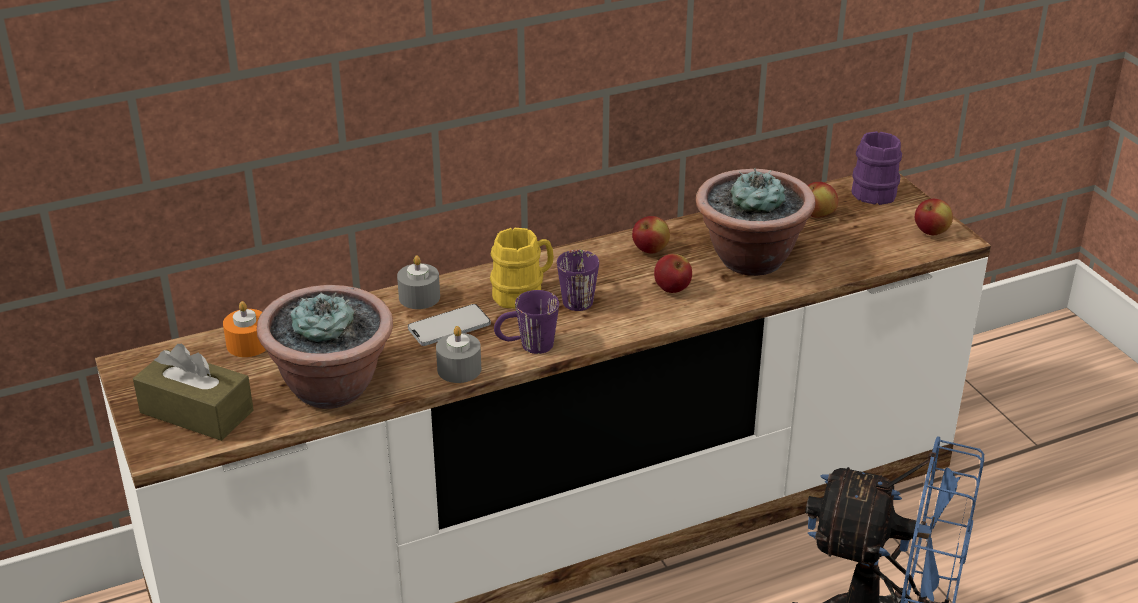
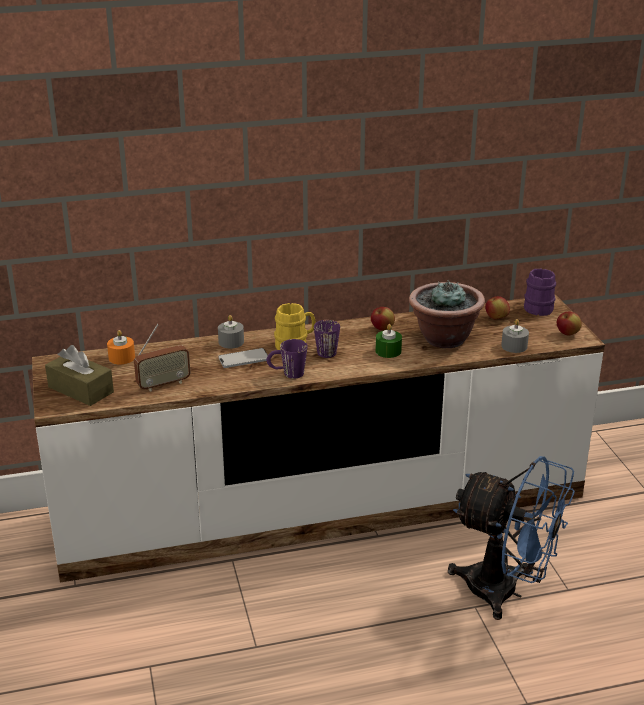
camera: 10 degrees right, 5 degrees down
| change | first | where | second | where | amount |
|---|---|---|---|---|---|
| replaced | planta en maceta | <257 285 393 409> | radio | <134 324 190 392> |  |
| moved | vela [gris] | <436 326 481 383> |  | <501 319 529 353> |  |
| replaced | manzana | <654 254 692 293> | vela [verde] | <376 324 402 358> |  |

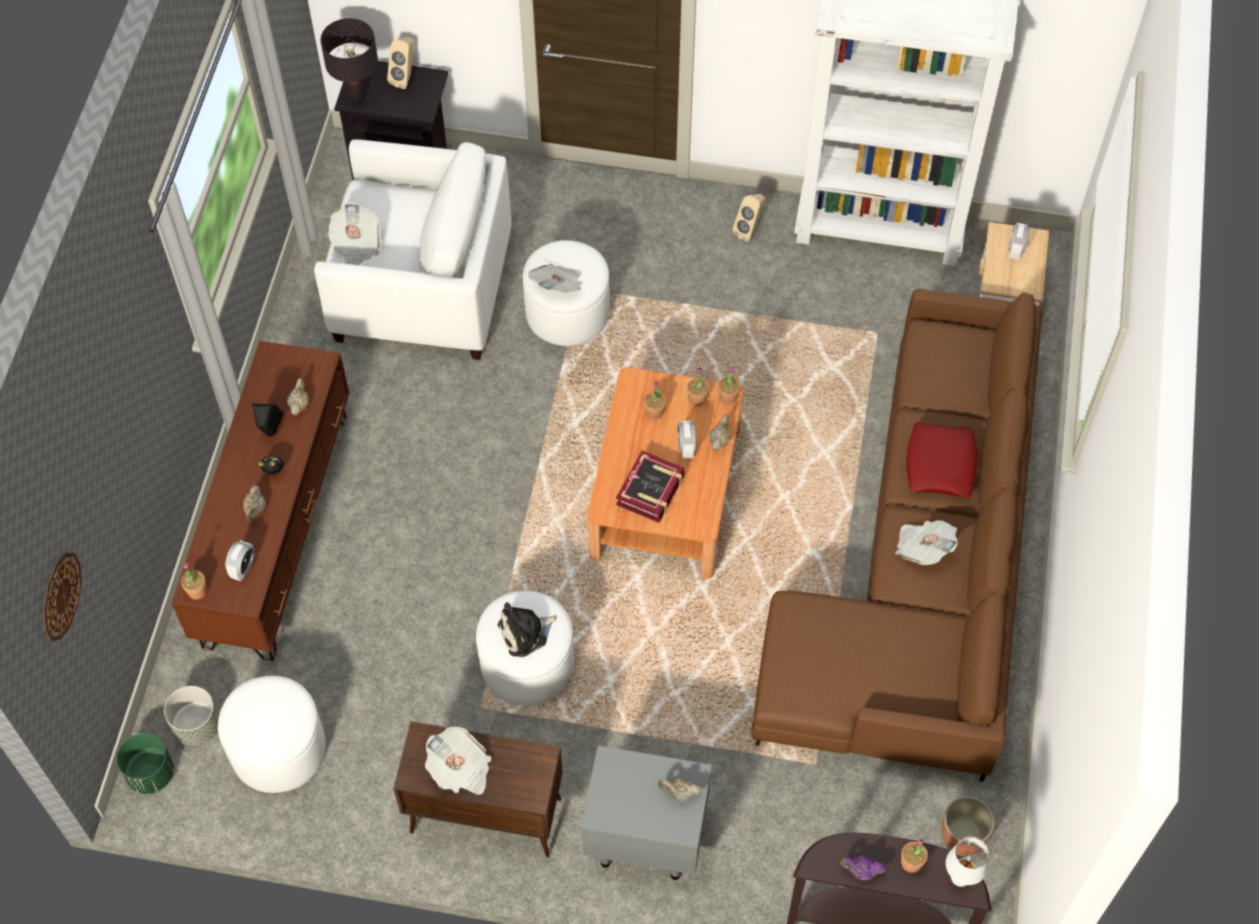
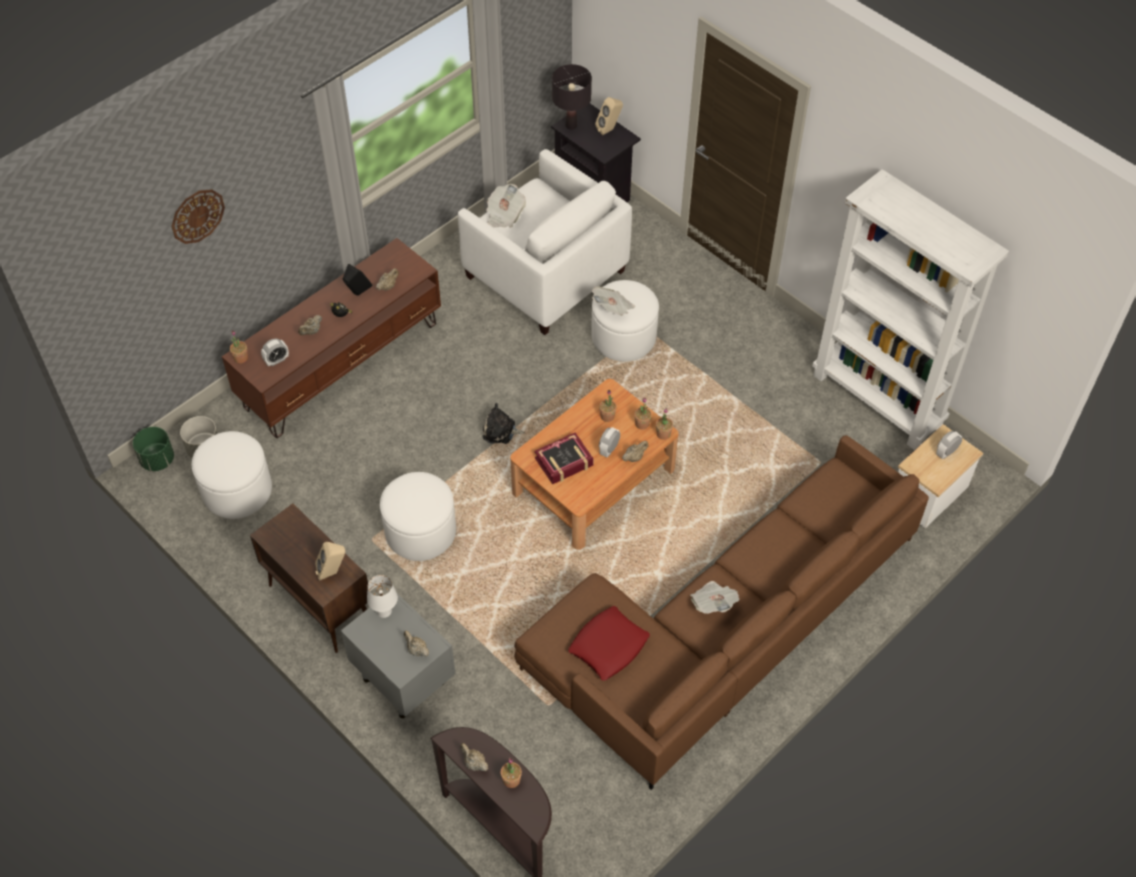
camera: 35 degrees right, 5 degrees down
| change | first | where | second | where | amount |
|---|---|---|---|---|---|
| moved | reloj de pared | <43 553 81 641> |  | <171 189 225 244> |  |
| removed | periódico | <425 727 492 795> |  |  |  |
| moved | peluche | <498 602 557 657> |  | <482 403 525 444> |  |
| moved | altavoz [beis] | <732 194 765 242> |  | <315 542 346 581> |  |
| recoloured | tetera [morado] | <839 855 886 881> | tetera [beis] | <460 743 488 772> |  |
| moved | cojín [rojo] | <906 422 978 499> |  | <568 606 650 681> |  |
| removed | maceta | <942 796 995 854> |  |  |  |
| moved | lámpara de mesa [blanco] | <946 837 989 887> |  | <367 575 398 618> |  |

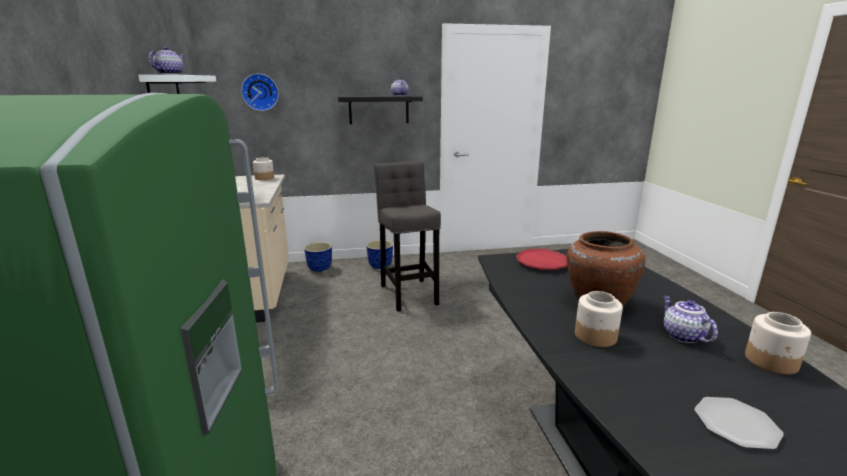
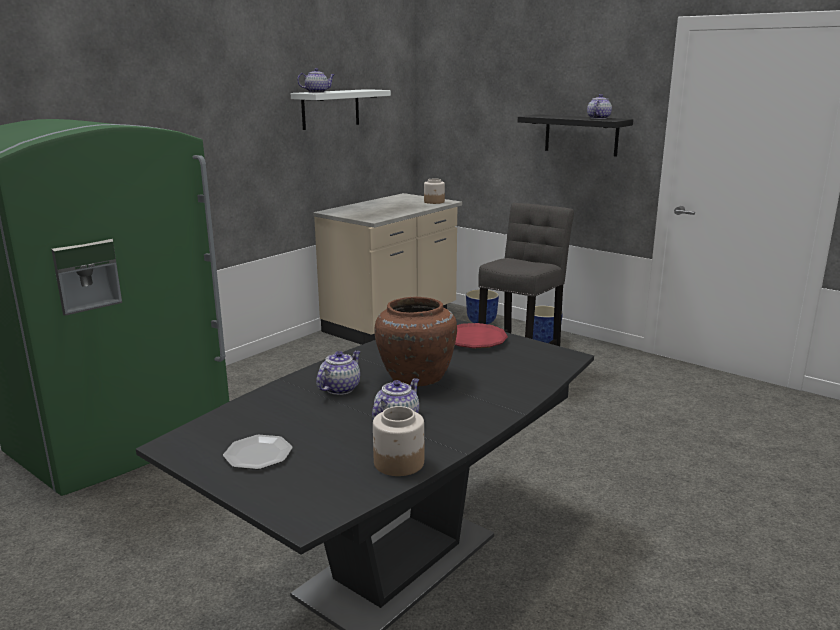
camera: 50 degrees right, 0 degrees up
| change | first | where | second | where | amount |
|---|---|---|---|---|---|
| removed | reloj de pared | <241 73 279 111> |  |  |  |
| replaced | tarro | <575 291 623 347> | tetera | <316 350 361 395> |  |

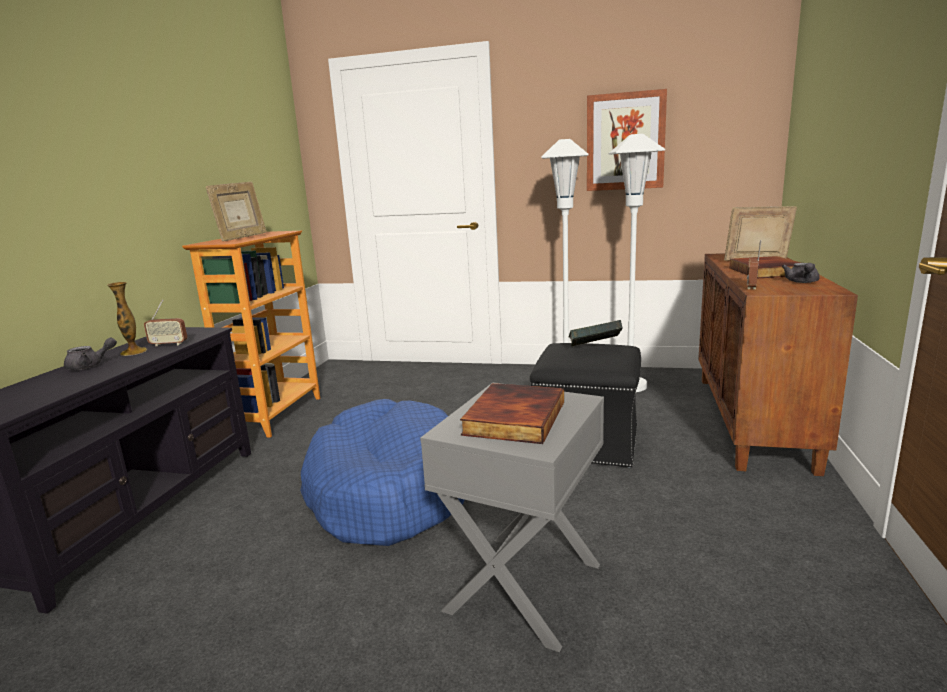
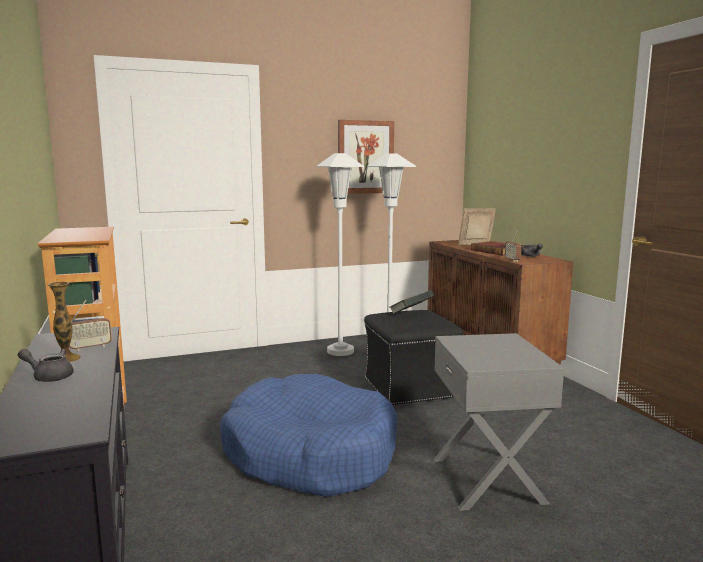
camera: 35 degrees left, 5 degrees down
| change | first | where | second | where | amount |
|---|---|---|---|---|---|
| turned | tetera [gris] | <64 338 117 370> |  | <18 349 73 382> | 105 degrees counterclockwise |
| removed | portarretratos | <206 182 267 241> |  |  |  |
| removed | libro | <460 383 564 444> |  |  |  |

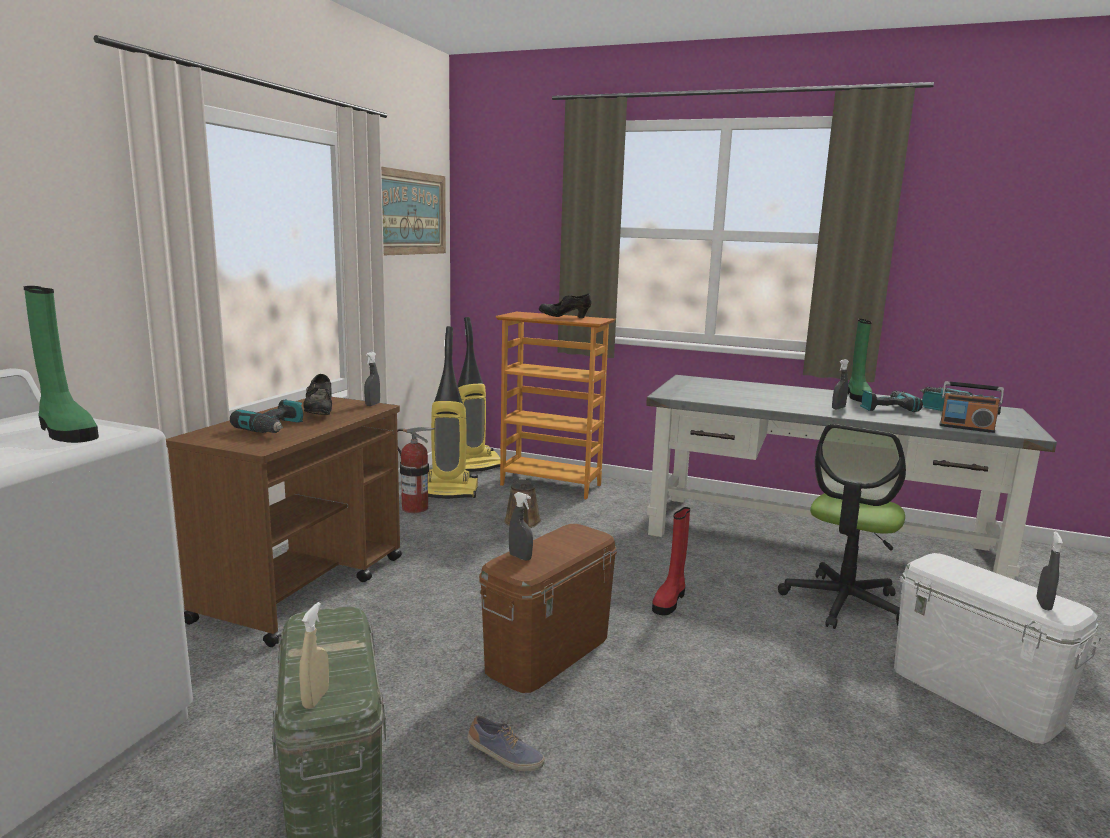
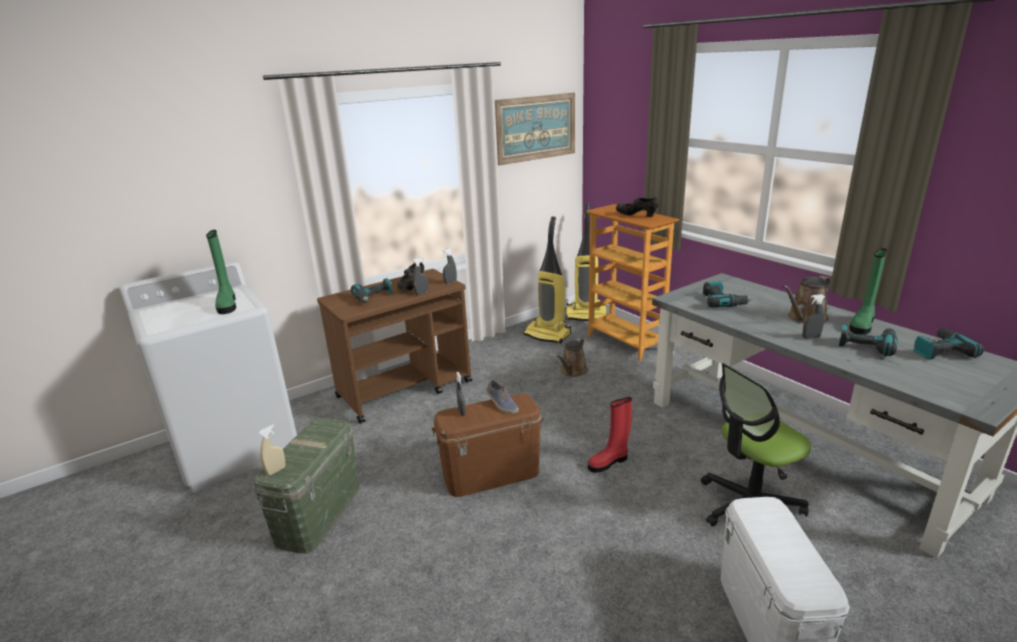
camera: 35 degrees right, 10 degrees up
| change | first | where | second | where | amount |
|---|---|---|---|---|---|
| removed | extintor | <397 427 435 513> |  |  |  |
| moved | zapato | <467 716 545 772> |  | <486 380 519 414> |  |
| removed | radio | <940 381 1004 433> |  |  |  |
| moved | pulverizador [gris] | <1036 531 1063 610> |  | <413 257 429 295> |  |
| added |  |  | taladro | <703 281 752 308> |  |
| added |  |  | regadera [marrón] | <782 276 831 323> |  |

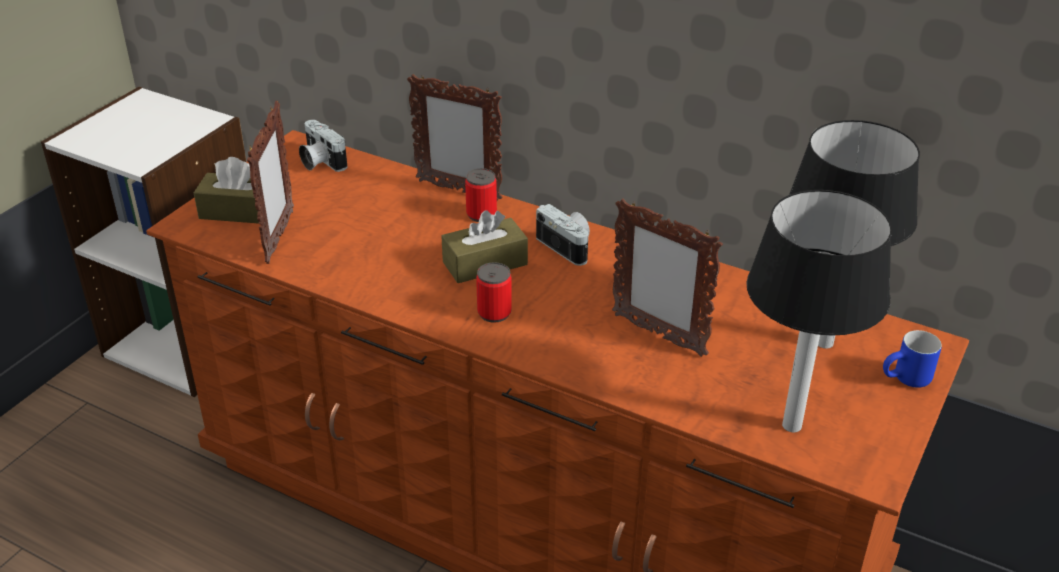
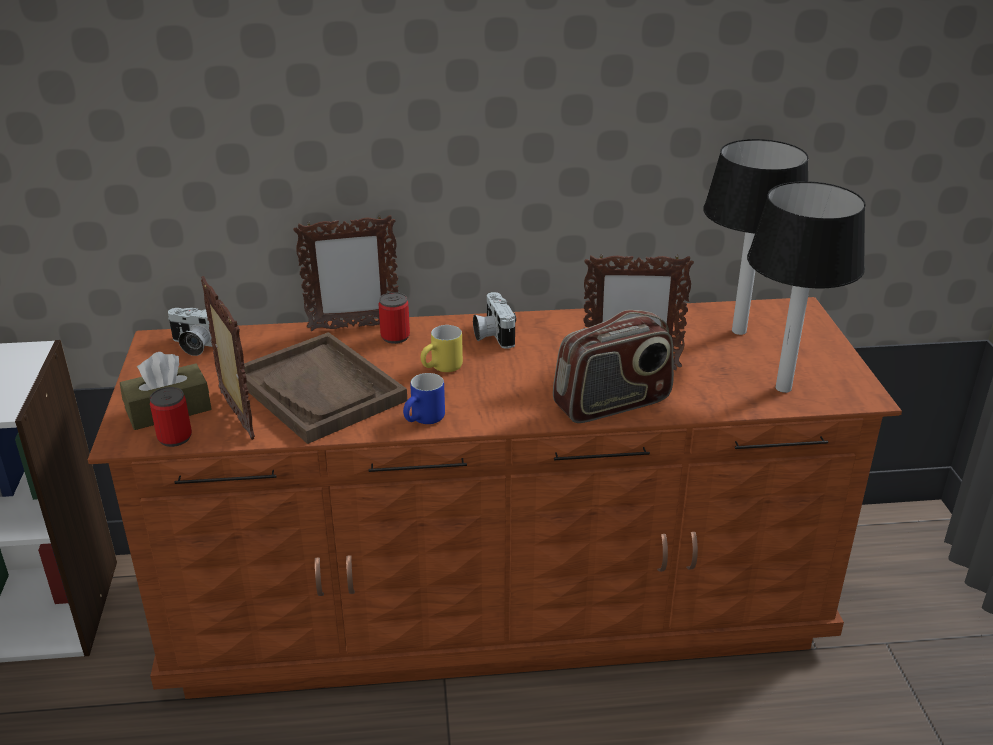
camera: 35 degrees left, 5 degrees down
| change | first | where | second | where | amount |
|---|---|---|---|---|---|
| replaced | caja de pañuelos [marrón] | <441 210 528 283> | taza grande [amarillo] | <421 325 463 372> |  |
| moved | lata | <476 262 512 323> |  | <150 387 192 447> |  |
| turned | cámara | <536 204 590 266> |  | <473 292 516 349> | 120 degrees counterclockwise |
| moved | taza grande [azul] | <883 330 942 388> |  | <403 373 445 424> |  |
| added |  |  | bandeja [marrón] | <244 332 407 444> |  |
| added |  |  | radio | <553 310 674 423> |  |

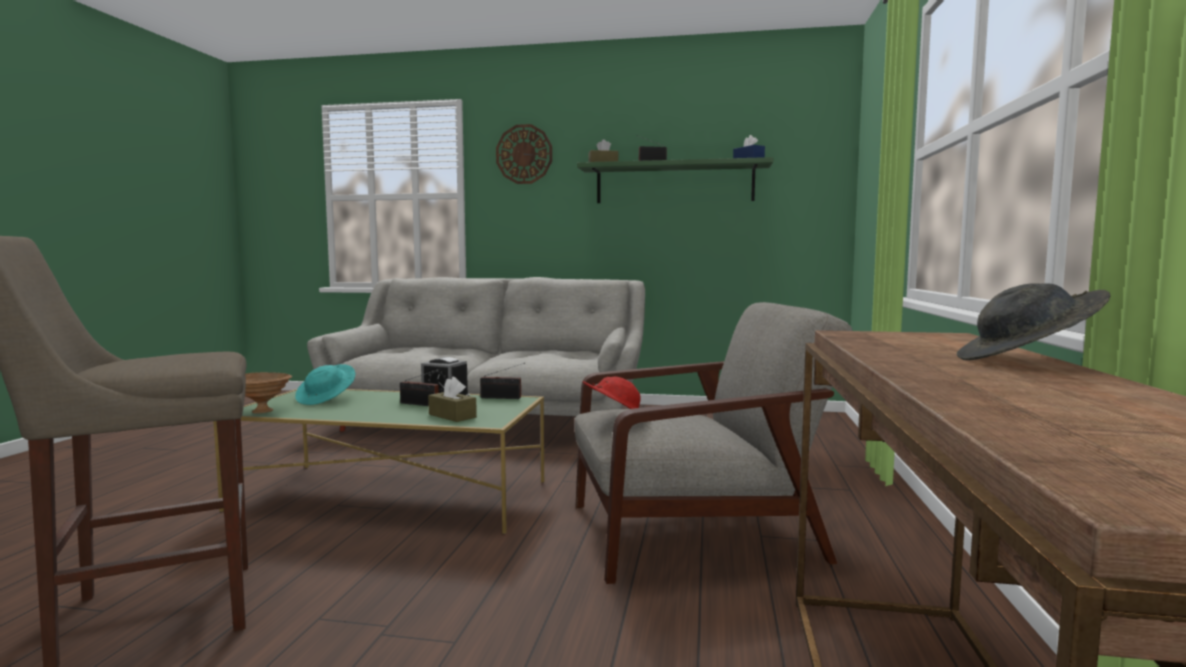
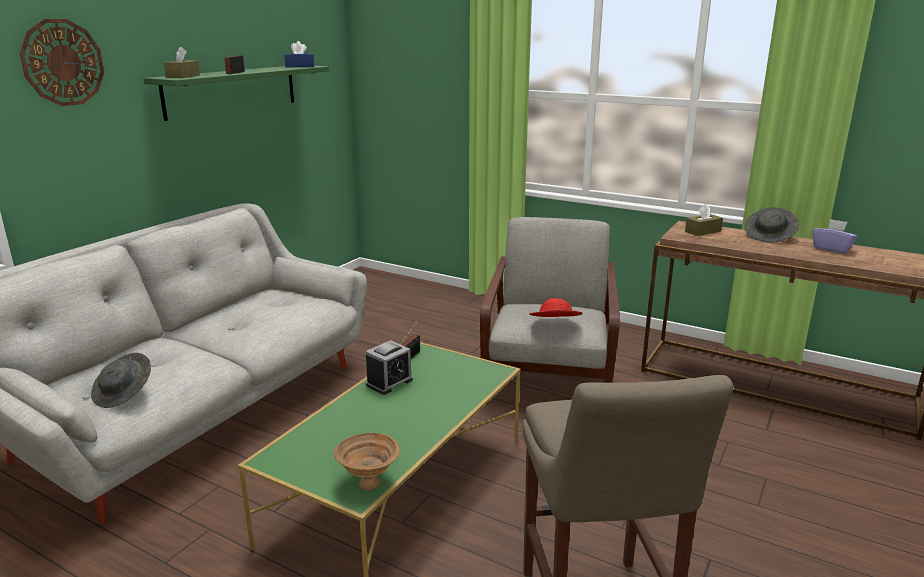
camera: 70 degrees left, 15 degrees up
| change | first | where | second | where | amount |
|---|---|---|---|---|---|
| removed | sombrero [turquesa] | <295 364 355 405> |  |  |  |
| removed | radio | <400 369 441 406> |  |  |  |
| moved | caja de pañuelos [marrón] | <428 377 477 422> |  | <685 204 723 236> |  |
| added |  |  | sombrero [gris] | <91 353 151 408> |  |
| added |  |  | caja de pañuelos [morado] | <812 219 857 254> |  |

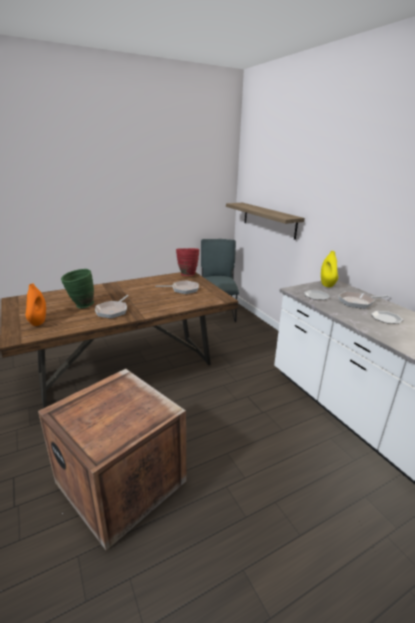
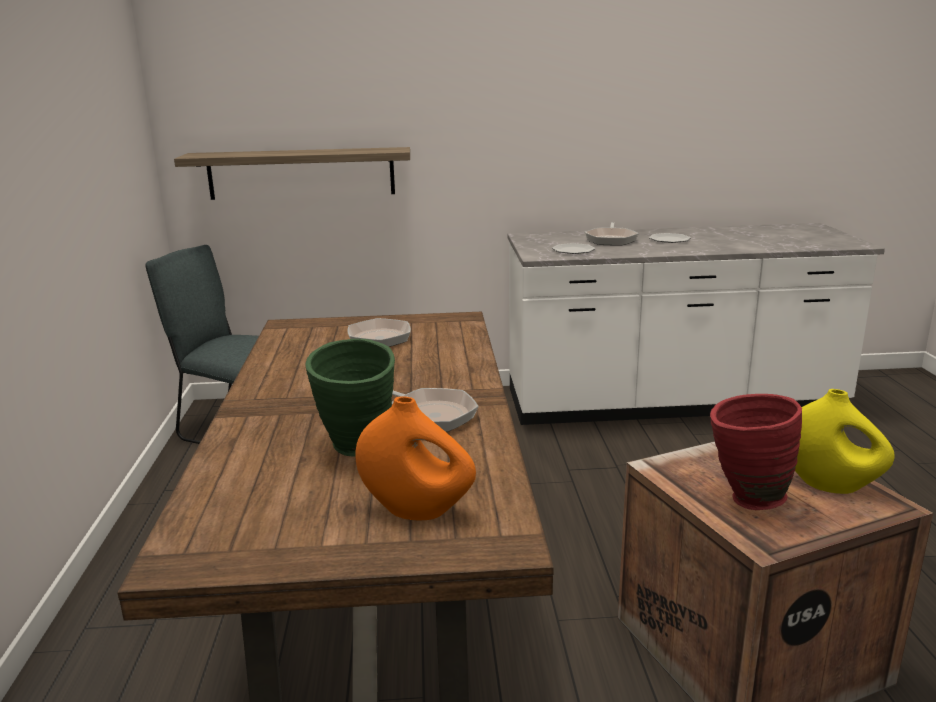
camera: 65 degrees left, 5 degrees down
| change | first | where | second | where | amount |
|---|---|---|---|---|---|
| moved | florero [rojo] | <176 248 199 276> |  | <710 394 802 510> |  |
| moved | florero [amarillo] | <321 251 338 287> |  | <795 389 895 494> |  |

